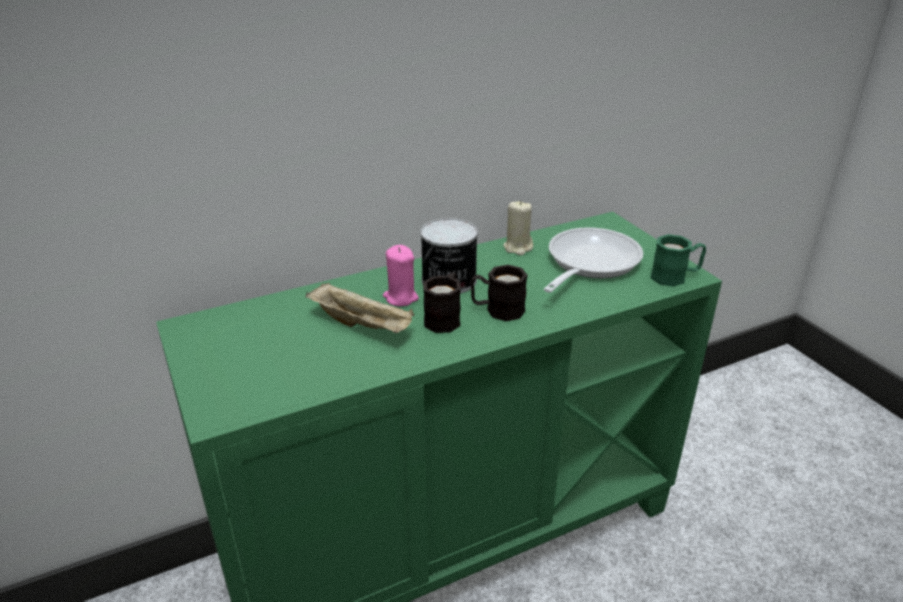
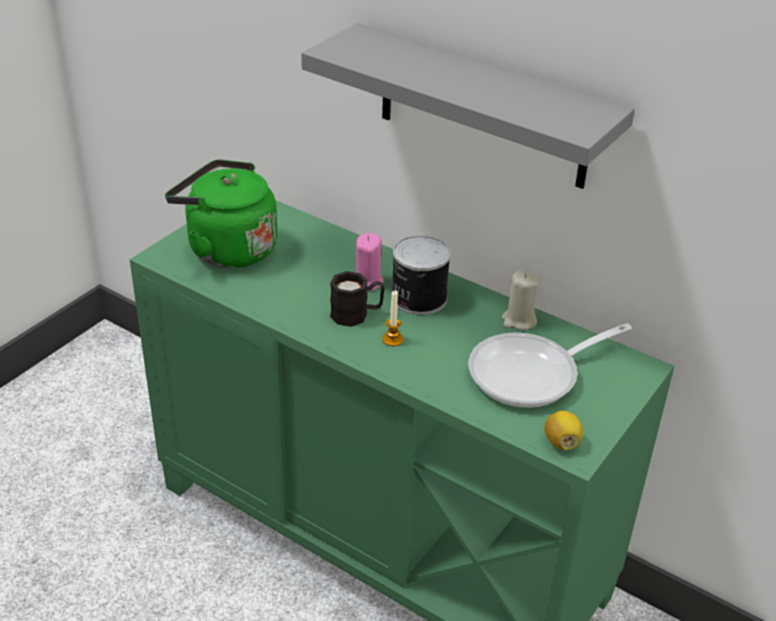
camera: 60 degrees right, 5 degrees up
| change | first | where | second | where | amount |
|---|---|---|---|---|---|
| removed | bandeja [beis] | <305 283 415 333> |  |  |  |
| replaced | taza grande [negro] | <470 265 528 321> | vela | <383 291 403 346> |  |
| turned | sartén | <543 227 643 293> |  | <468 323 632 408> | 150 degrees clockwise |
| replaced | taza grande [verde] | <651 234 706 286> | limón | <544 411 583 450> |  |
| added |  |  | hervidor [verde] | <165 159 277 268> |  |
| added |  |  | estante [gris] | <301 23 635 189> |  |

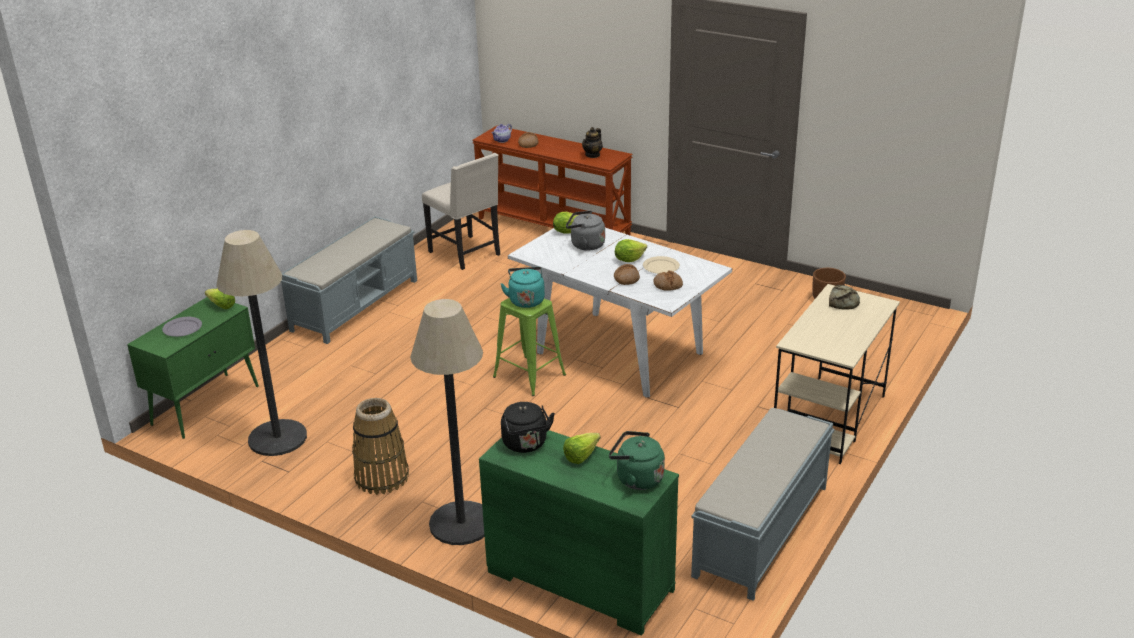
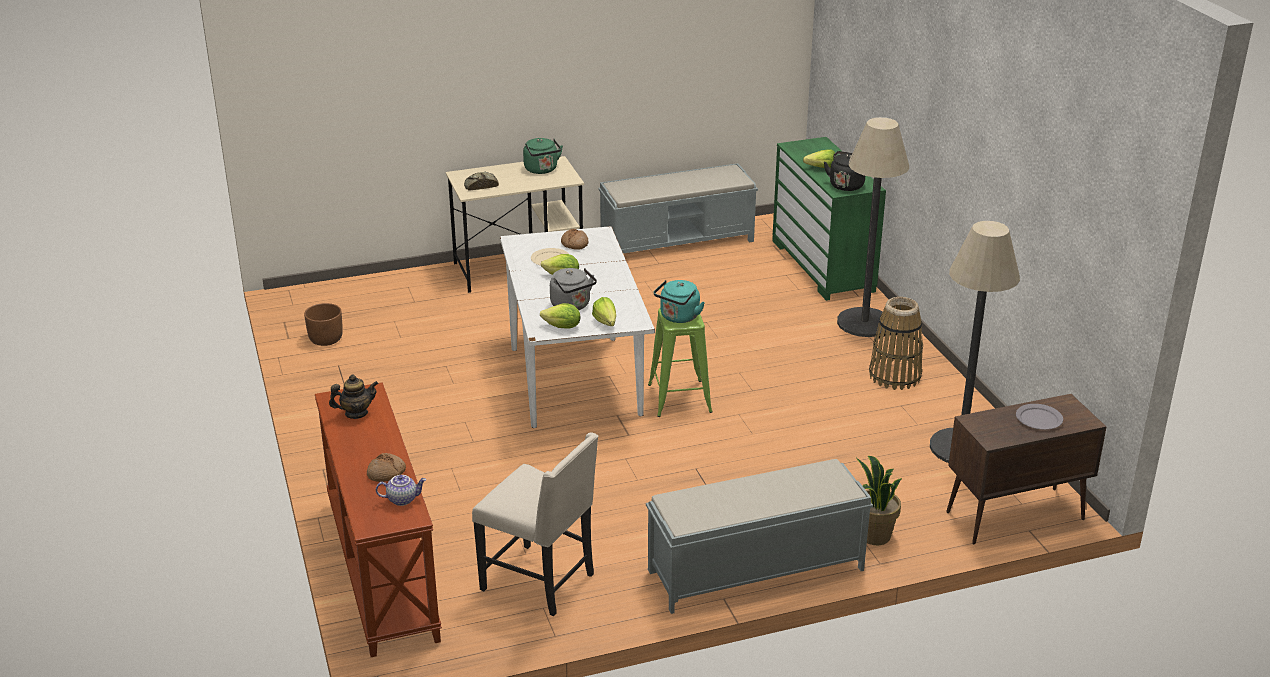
camera: 140 degrees left, 0 degrees up
| change | first | where | second | where | amount |
|---|---|---|---|---|---|
| recoloured | armario [verde] | <127 297 259 439> | armario [marrón] | <946 394 1106 544> |  |
| moved | lechuga | <205 289 235 309> |  | <592 297 616 326> |  |
| turned | silla [beis] | <422 153 500 270> |  | <472 432 598 616> | 120 degrees clockwise |
| moved | hervidor [verde] | <609 431 665 490> |  | <523 138 563 174> |  |
| removed | pan | <614 264 640 285> |  |  |  |
| added |  |  | planta en maceta | <856 456 902 545> |  |

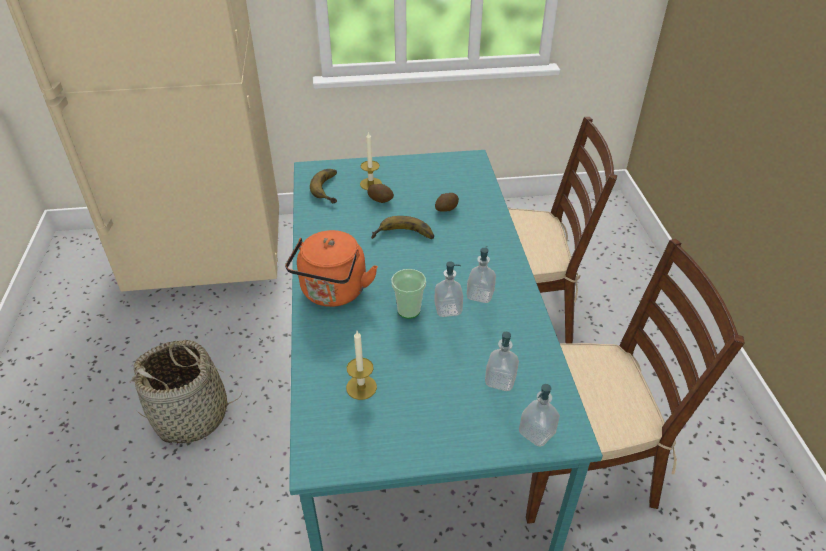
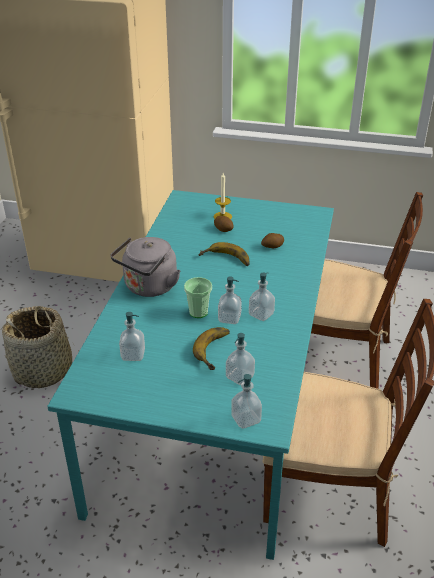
camera: 20 degrees right, 5 degrees down
| change | first | where | second | where | amount |
|---|---|---|---|---|---|
| recoloured | hervidor [naranja] | <285 230 378 307> | hervidor [gris] | <111 237 180 297> |  |
| moved | plátano | <310 169 337 203> |  | <193 327 230 370> |  |
| replaced | vela | <346 331 377 400> | dispensador de jabón | <119 312 145 361> |  |

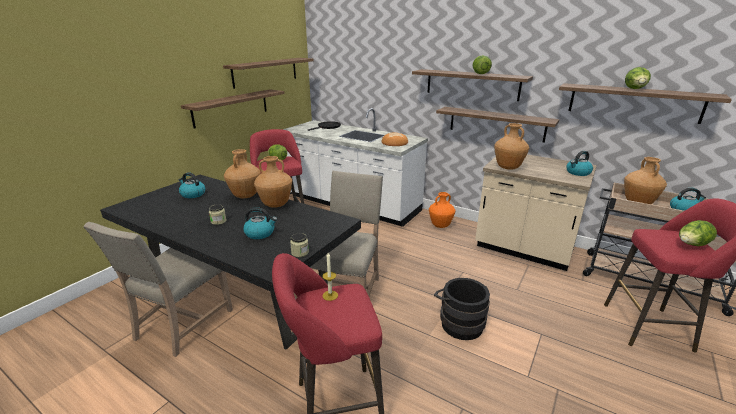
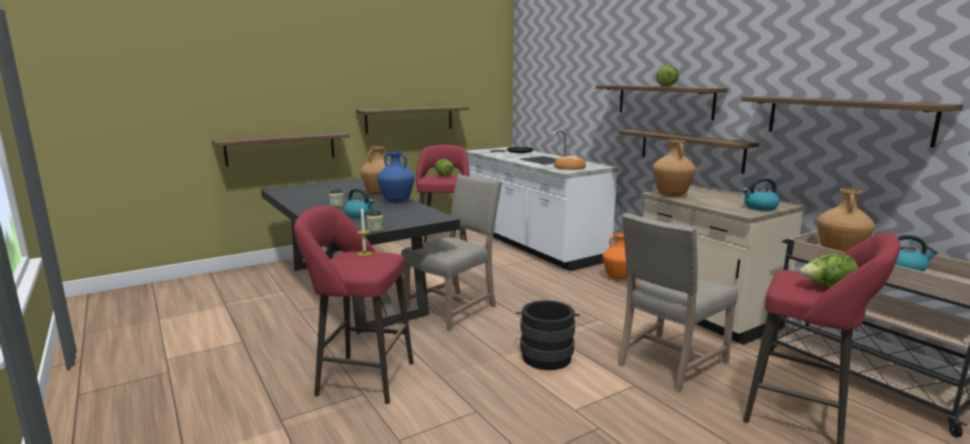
camera: 25 degrees right, 10 degrees down
| change | first | where | second | where | amount |
|---|---|---|---|---|---|
| moved | silla [beis] | <83 222 233 357> |  | <618 213 738 392> |  |
| removed | hervidor | <179 172 205 198> |  |  |  |
| moved | estante | <223 58 314 89> |  | <211 132 350 167> |  |
| recoloured | florero [marrón] | <254 156 292 208> | florero [azul] | <377 151 415 203> |  |
| removed | lechuga | <625 67 651 89> |  |  |  |

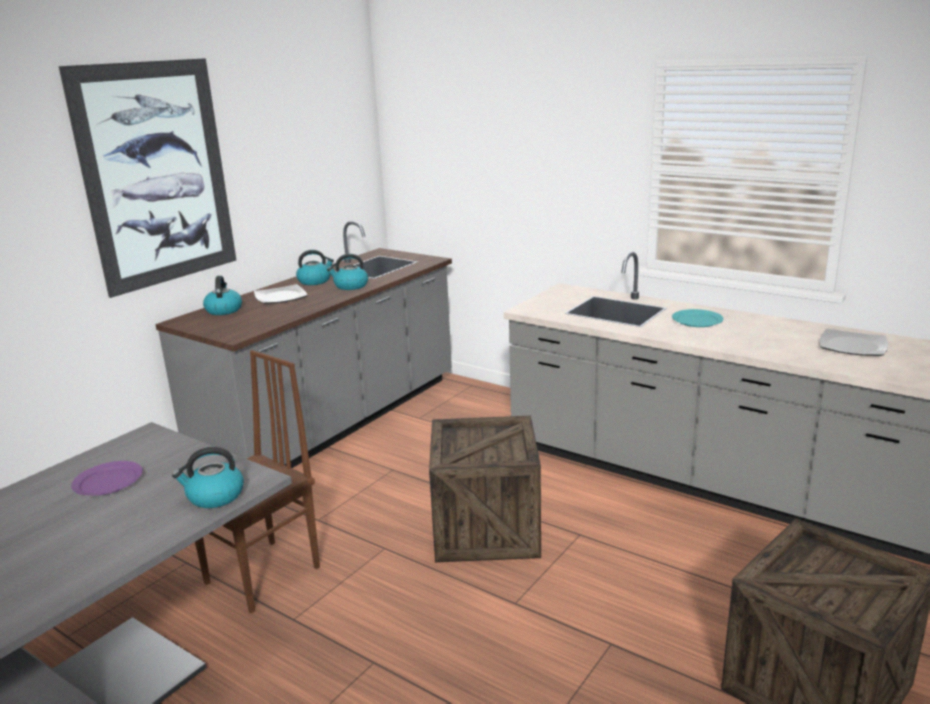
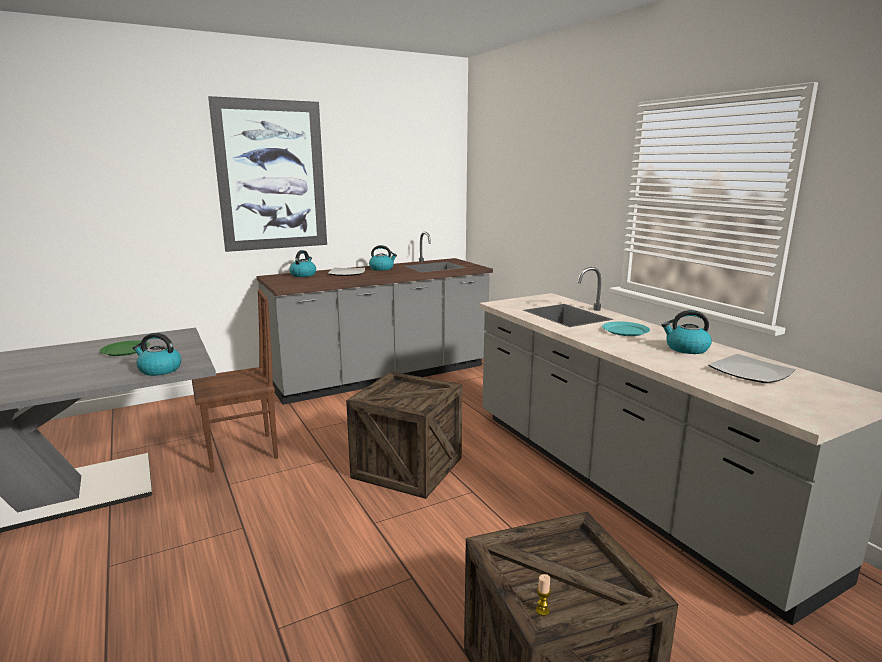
camera: 25 degrees right, 5 degrees down
| change | first | where | second | where | amount |
|---|---|---|---|---|---|
| recoloured | plato [morado] | <71 461 143 496> | plato [verde] | <100 340 150 356> |  |
| moved | hervidor | <327 254 368 290> |  | <661 310 712 354> |  |
| added |  |  | vela | <536 574 551 616> |  |

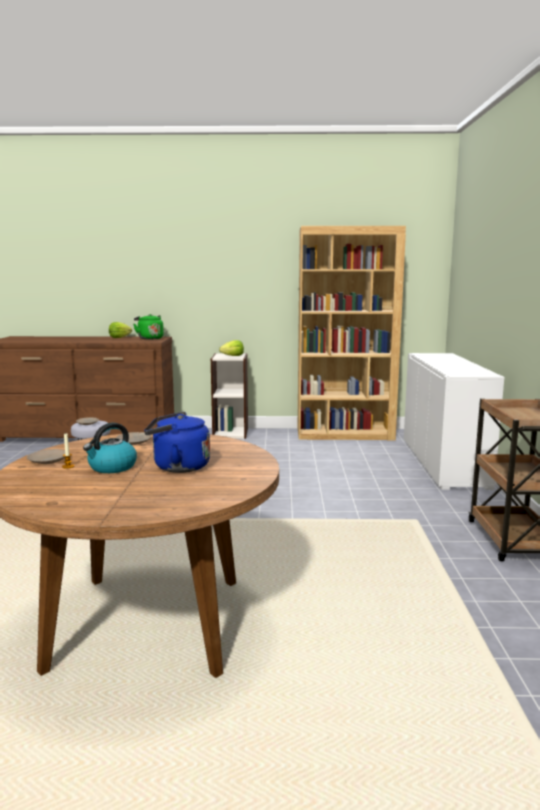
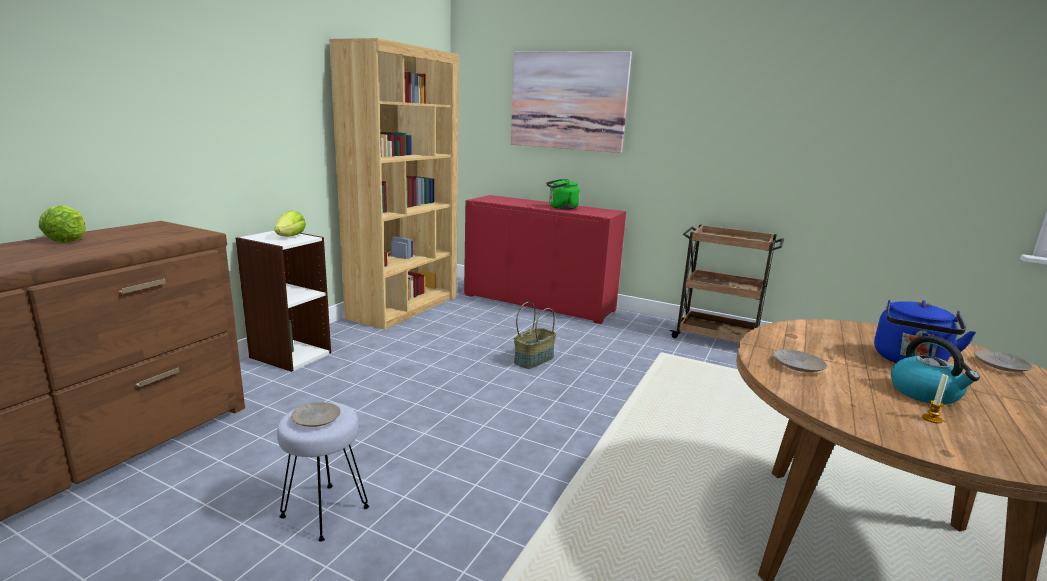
camera: 65 degrees left, 5 degrees up
| change | first | where | second | where | amount |
|---|---|---|---|---|---|
| moved | plato [beis] | <27 449 65 464> |  | <974 350 1033 372> |  |
| moved | hervidor [verde] | <134 314 164 340> |  | <546 179 580 210> |  |
| recoloured | armario [blanco] | <404 353 504 490> | armario [rojo] | <464 195 626 324> |  |
| added |  |  | cuadro | <511 51 632 153> |  |
| added |  |  | cesta | <514 302 556 369> |  |

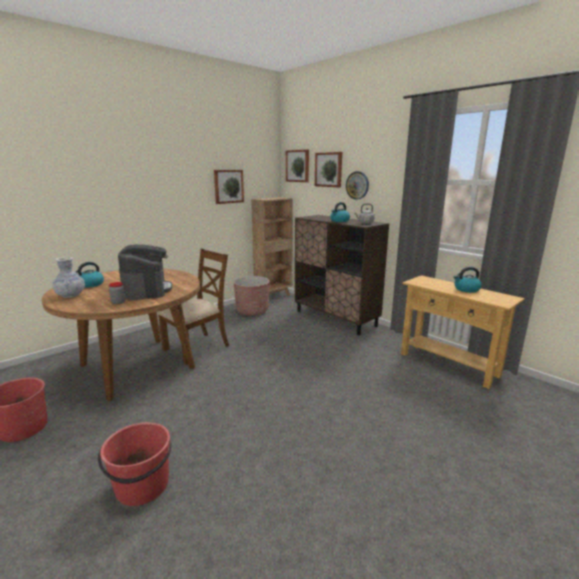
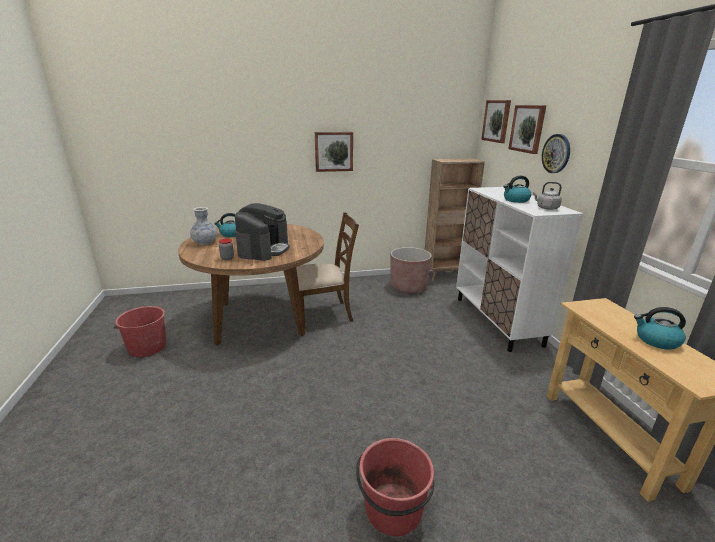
camera: 30 degrees right, 5 degrees up
| change | first | where | second | where | amount |
|---|---|---|---|---|---|
| moved | cubo [rojo] | <98 422 171 506> |  | <356 438 435 536> |  |
| moved | cuadro | <214 170 244 204> |  | <315 132 353 172> |  |
| recoloured | armario [marrón] | <295 215 389 335> | armario [blanco] | <456 187 584 352> |  |

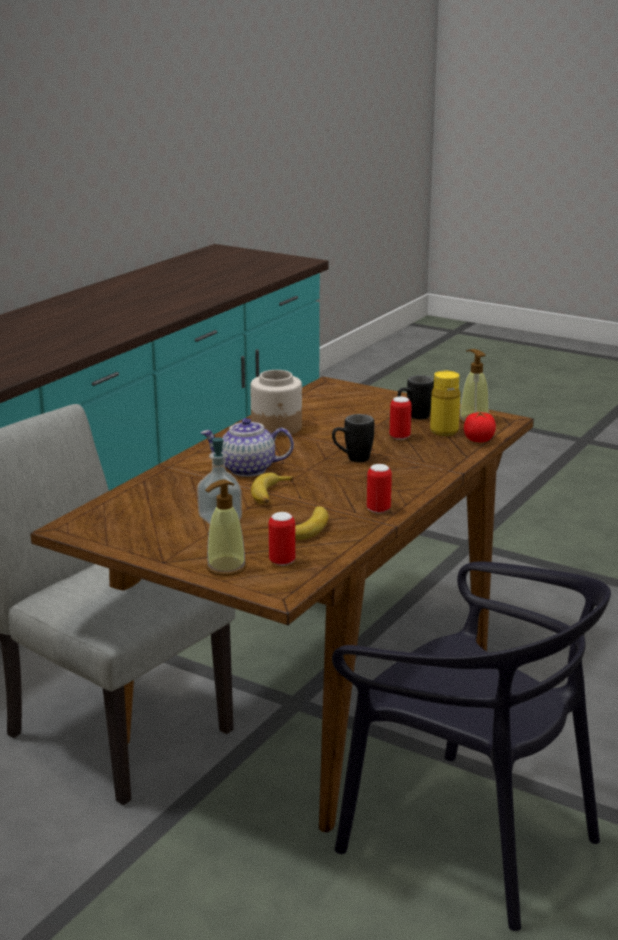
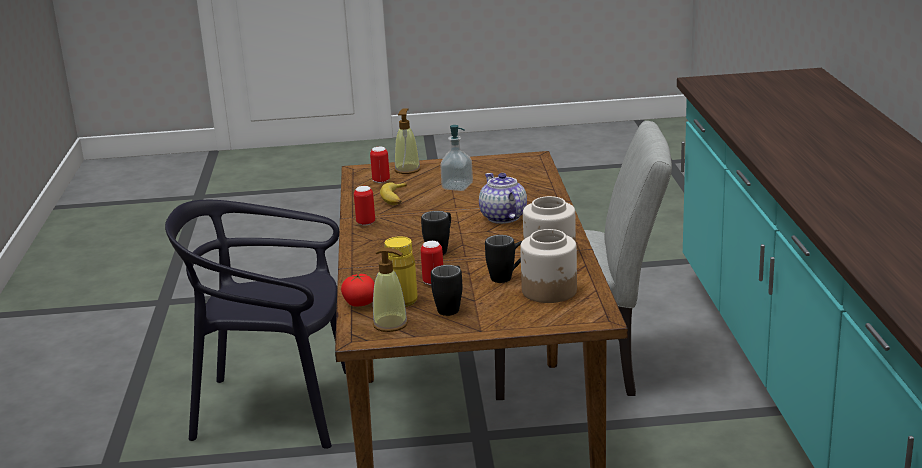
camera: 145 degrees right, 0 degrees up
| change | first | where | second | where | amount |
|---|---|---|---|---|---|
| turned | tetera | <201 418 294 477> |  | <479 173 527 224> | 75 degrees counterclockwise |
| removed | plátano | <251 473 294 504> |  |  |  |
| added |  |  | taza grande [negro] | <485 235 522 283> |  |
| added |  |  | tarro | <520 229 577 303> |  |

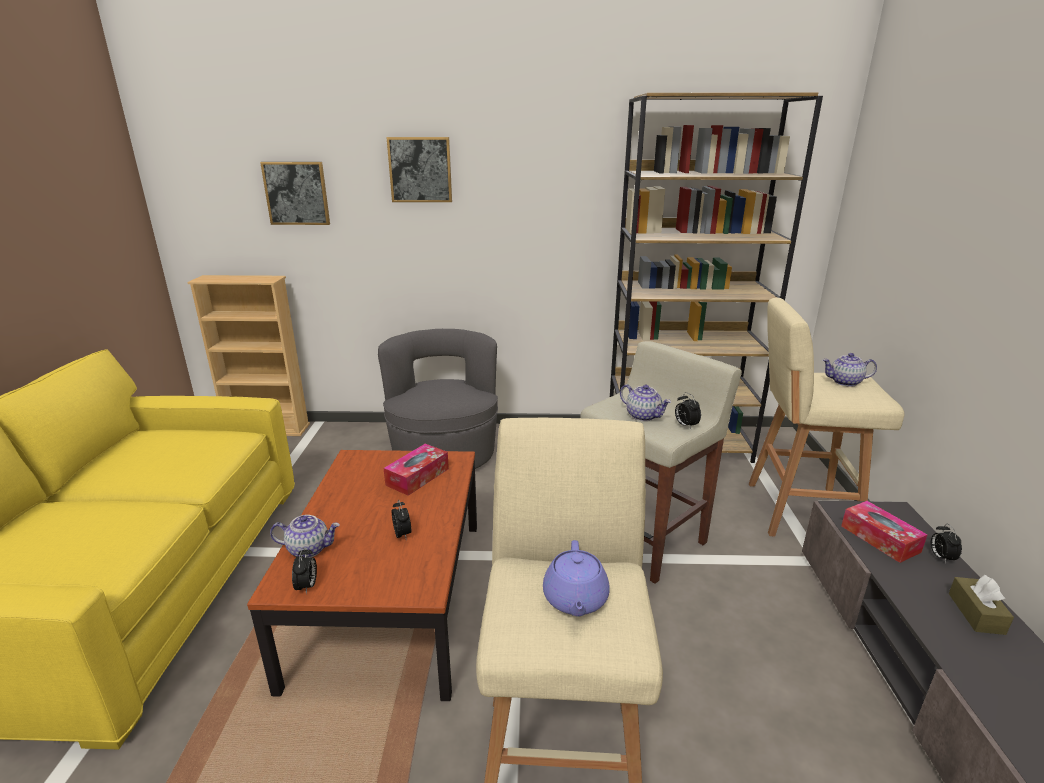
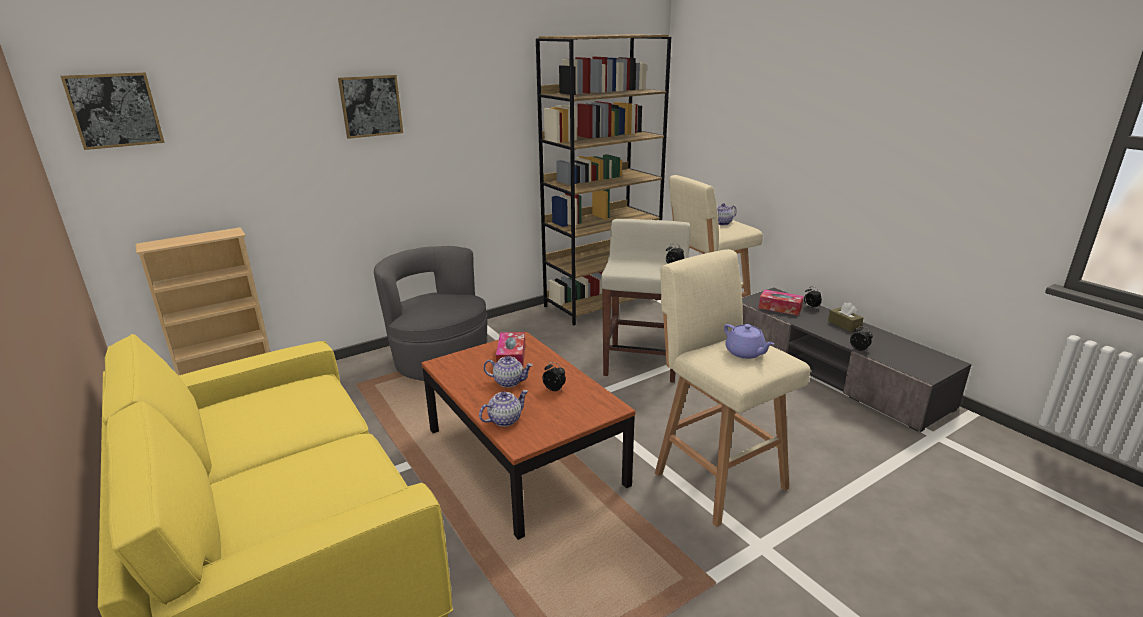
camera: 35 degrees left, 0 degrees up
| change | first | where | second | where | amount |
|---|---|---|---|---|---|
| moved | cuadro | <260 162 330 225> |  | <60 72 165 150> |  |
| moved | despertador | <292 547 317 594> |  | <850 326 873 351> |  |
| moved | tetera | <620 384 671 421> |  | <483 356 533 388> |  |

